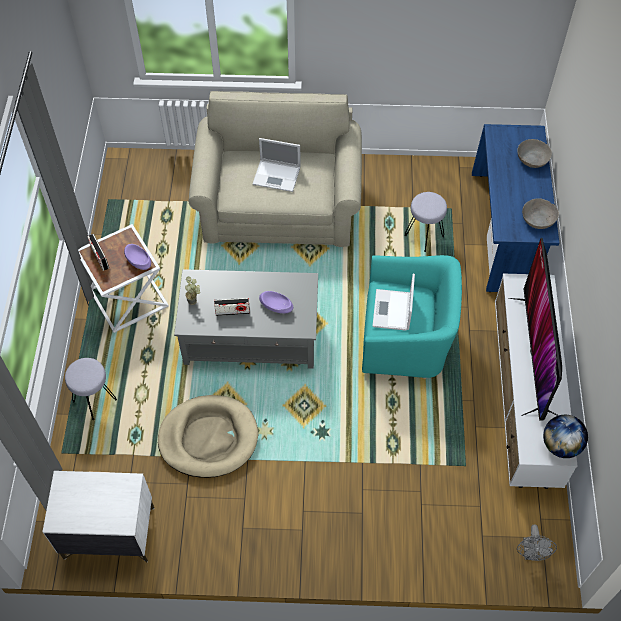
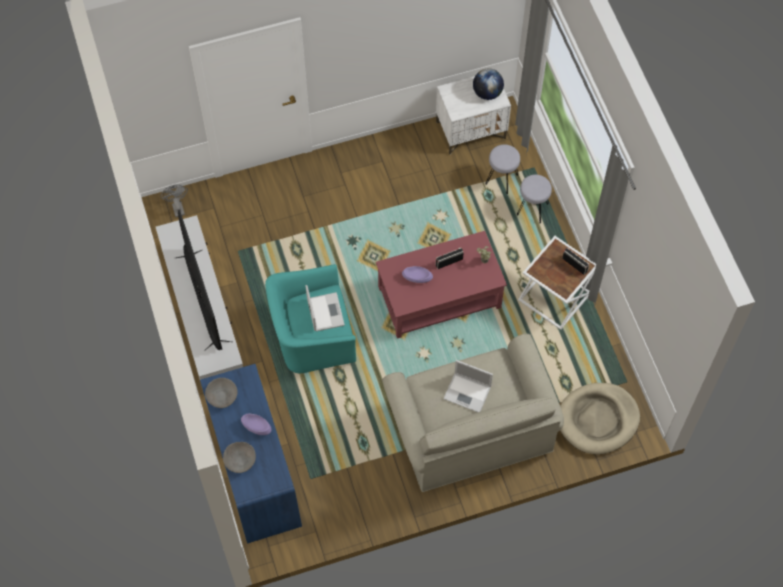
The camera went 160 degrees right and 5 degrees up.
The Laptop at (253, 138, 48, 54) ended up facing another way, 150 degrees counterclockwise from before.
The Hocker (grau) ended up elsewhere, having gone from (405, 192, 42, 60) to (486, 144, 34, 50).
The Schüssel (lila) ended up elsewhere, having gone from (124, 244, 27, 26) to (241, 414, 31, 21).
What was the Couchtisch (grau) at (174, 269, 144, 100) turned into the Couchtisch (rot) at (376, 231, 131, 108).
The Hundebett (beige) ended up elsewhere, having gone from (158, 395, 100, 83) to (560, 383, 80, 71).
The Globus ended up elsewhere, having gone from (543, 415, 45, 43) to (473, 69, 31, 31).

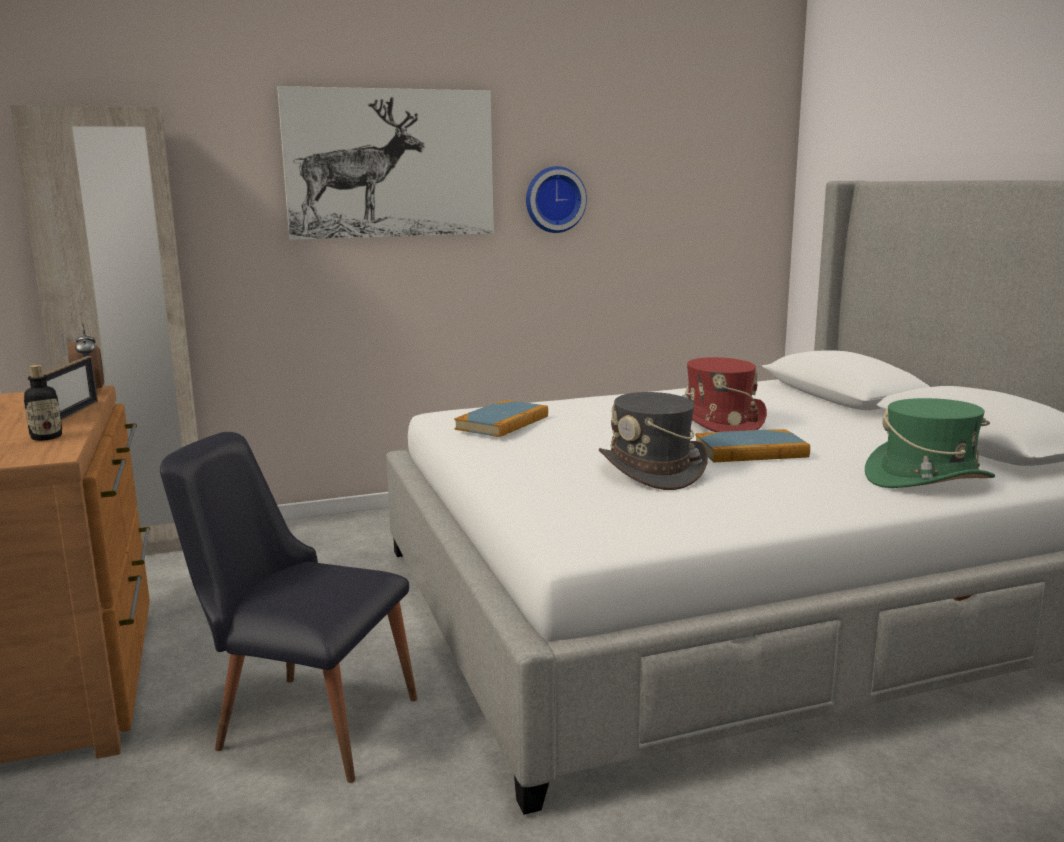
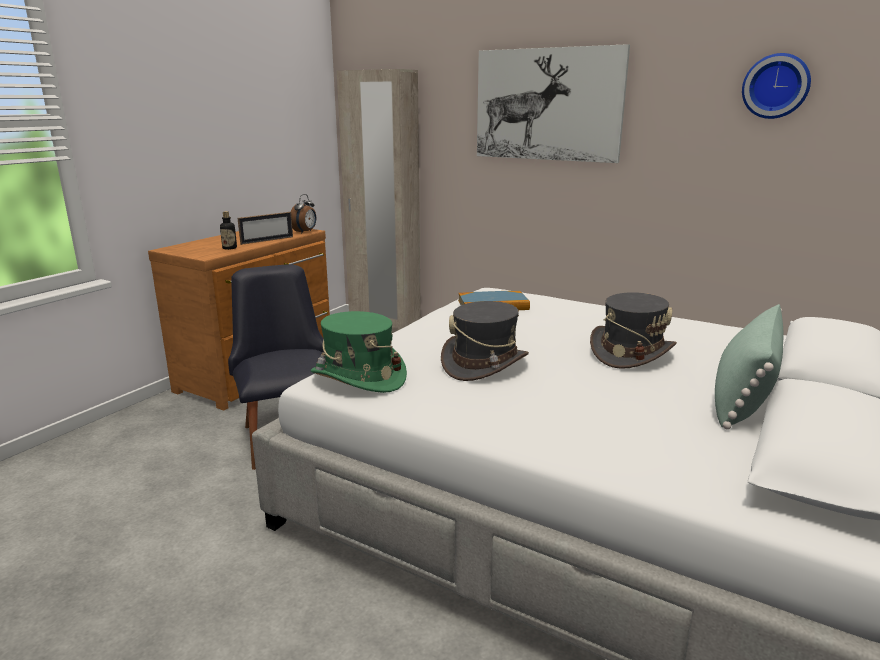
The camera went 50 degrees right and 5 degrees up.
The Wanduhr ended up elsewhere, having gone from (526, 166, 61, 67) to (742, 53, 69, 66).
What was the Hut (rot) at (682, 357, 85, 75) turned into the Hut (grau) at (590, 292, 87, 77).
The Hut (grün) ended up elsewhere, having gone from (865, 398, 130, 90) to (311, 311, 96, 82).
The second view lost the Buch at (695, 429, 115, 34).
The second view gained the Kissen (grün) at (715, 304, 69, 126).

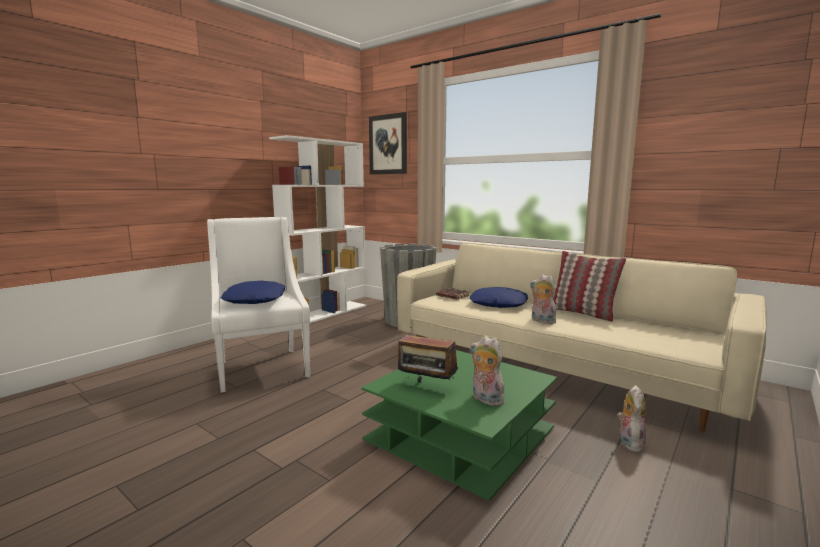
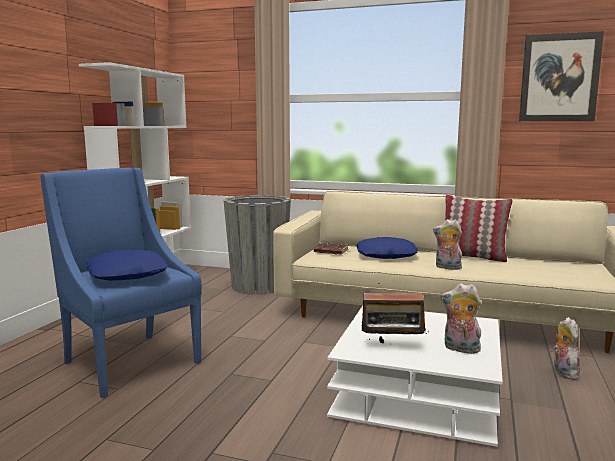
The camera went 20 degrees left and 0 degrees up.
The Bild ended up elsewhere, having gone from (369, 112, 38, 62) to (519, 31, 85, 90).
What was the Sessel (weiß) at (207, 217, 103, 176) turned into the Sessel (blau) at (40, 168, 162, 230).
What was the Couchtisch (grün) at (362, 350, 196, 151) turned into the Couchtisch (weiß) at (327, 306, 176, 141).

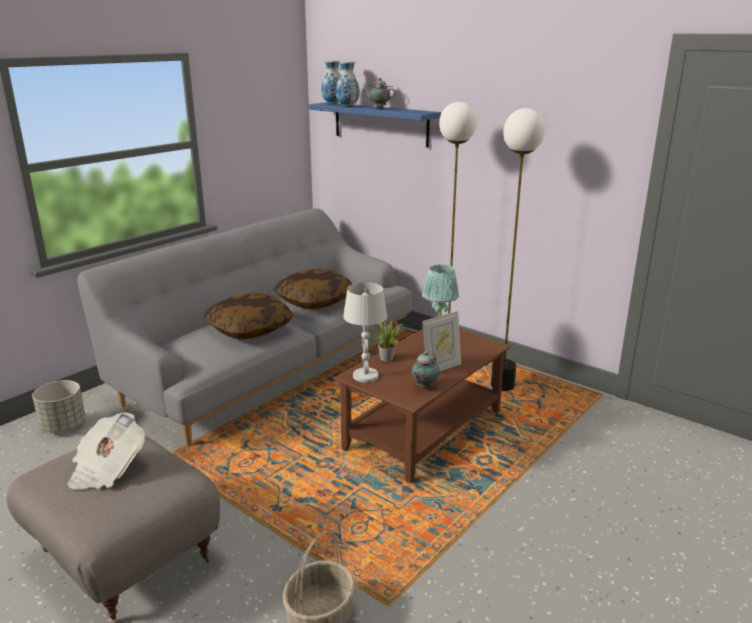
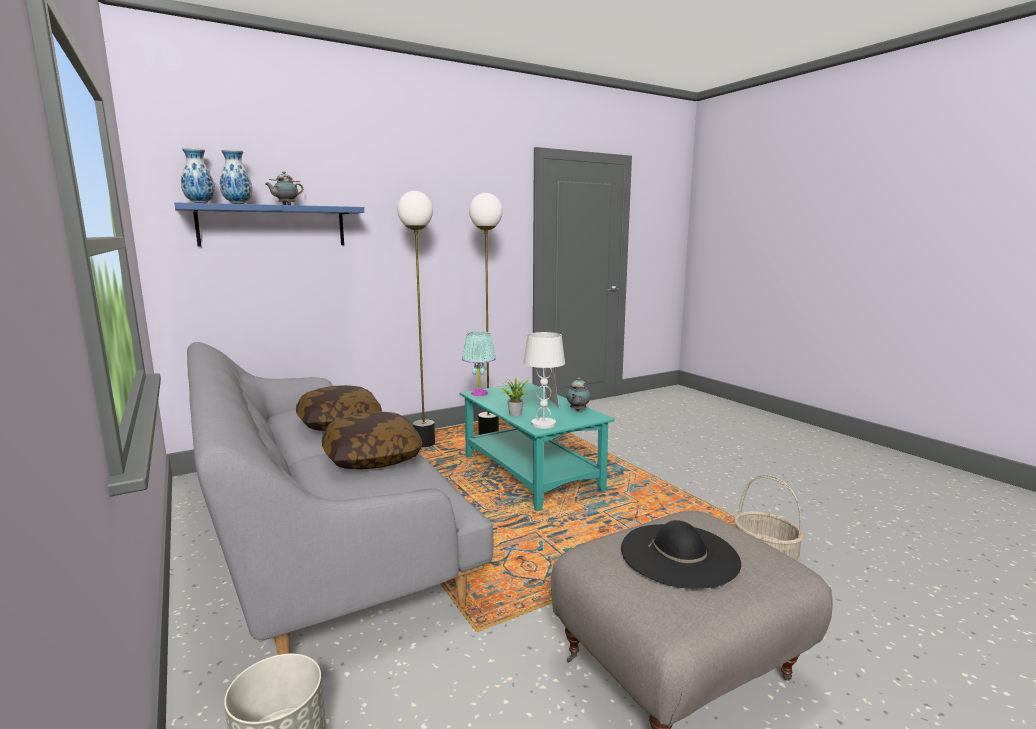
The camera went 70 degrees left and 10 degrees down.
What was the Couchtisch (braun) at (334, 329, 177, 154) turned into the Couchtisch (türkis) at (460, 382, 155, 129).
The Teekanne at (412, 351, 28, 37) ended up facing another way, 60 degrees clockwise from before.
Where the Zeitung stood at (68, 412, 77, 78), the Hut (schwarz) came to stand at (621, 520, 120, 69).

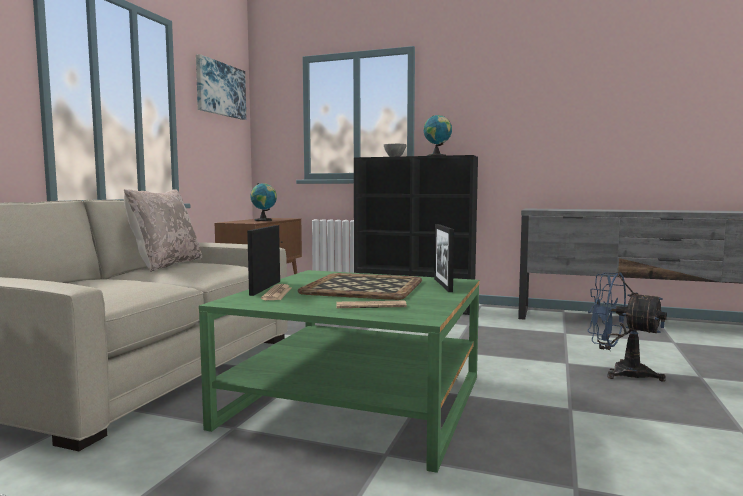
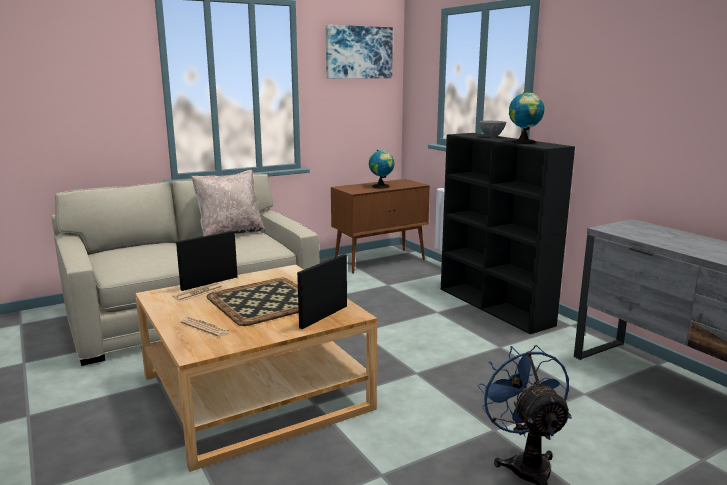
The camera went 40 degrees right and 10 degrees up.
What was the Couchtisch (grün) at (199, 270, 280, 203) turned into the Couchtisch (beige) at (135, 265, 242, 207).

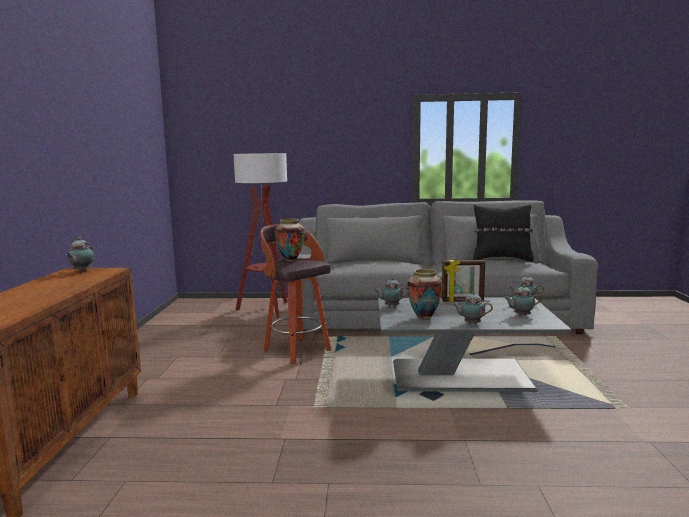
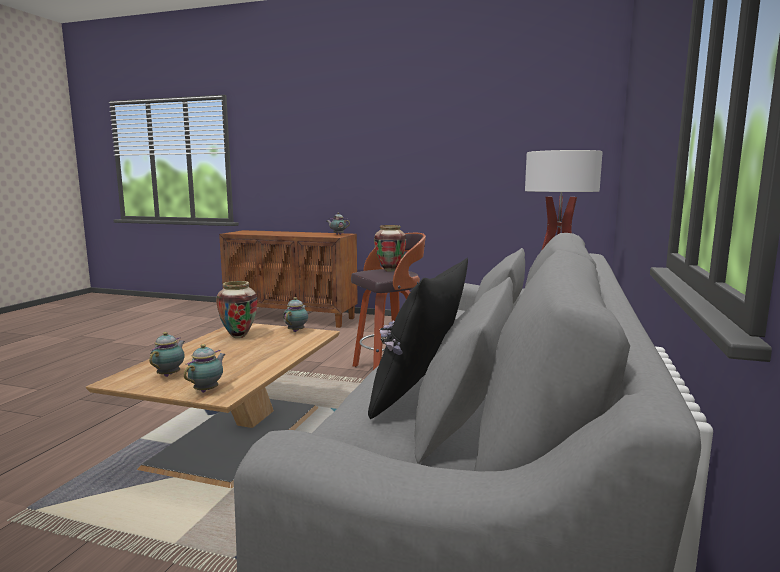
The camera went 105 degrees right and 0 degrees up.
The second view lost the Bilderrahmen at (442, 260, 43, 42).
The second view lost the Teekanne at (452, 292, 41, 32).
What was the Couchtisch (grau) at (378, 297, 193, 95) turned into the Couchtisch (braun) at (86, 323, 254, 165).

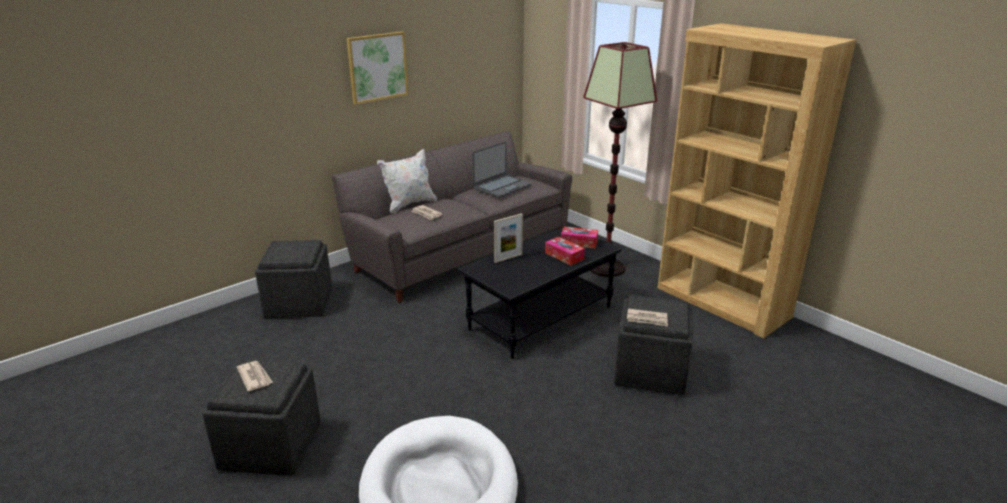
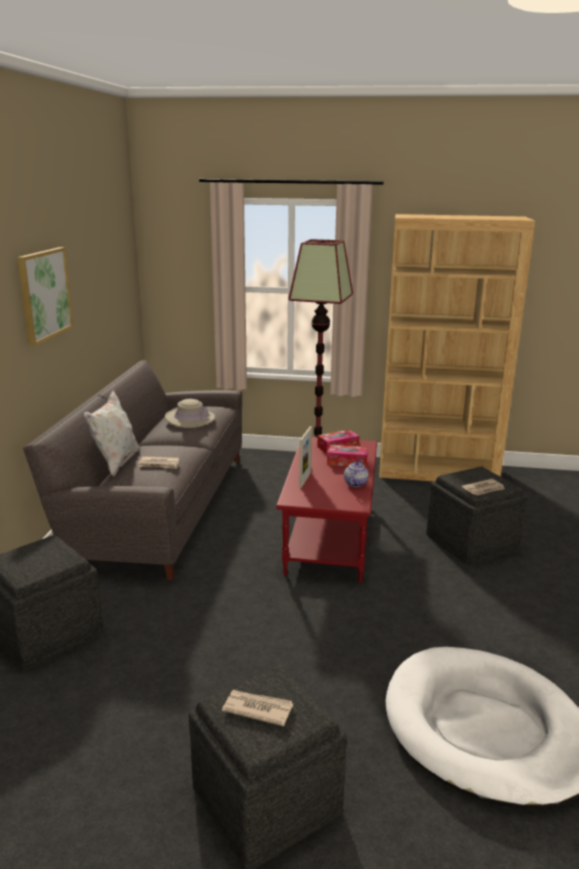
The camera went 40 degrees left and 5 degrees down.
Where the Laptop stood at (472, 142, 59, 56), the Hut (beige) came to stand at (165, 399, 50, 29).
What was the Couchtisch (schwarz) at (458, 226, 164, 133) turned into the Couchtisch (rot) at (276, 437, 101, 146).
The second view gained the Teekanne at (344, 460, 25, 27).

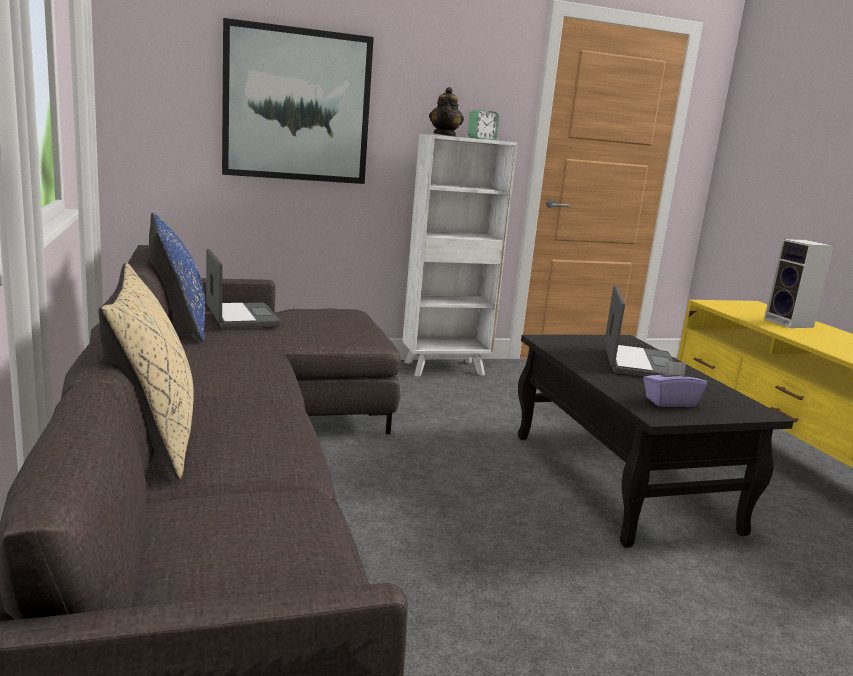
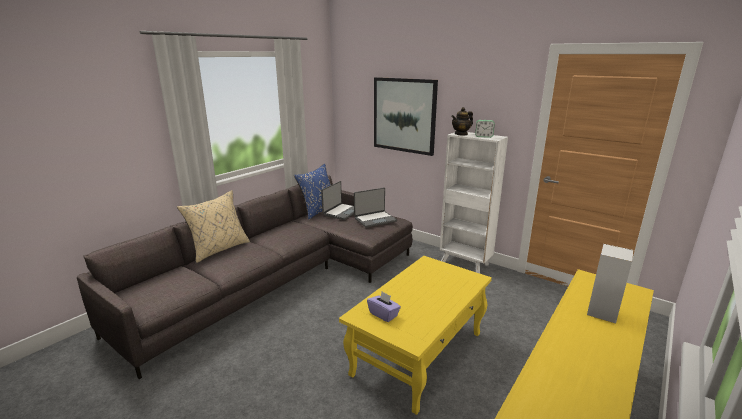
The camera went 55 degrees right and 5 degrees up.
The Laptop ended up elsewhere, having gone from (604, 286, 70, 91) to (354, 188, 43, 40).
What was the Couchtisch (schwarz) at (518, 335, 276, 213) turned into the Couchtisch (gelb) at (339, 256, 153, 159).

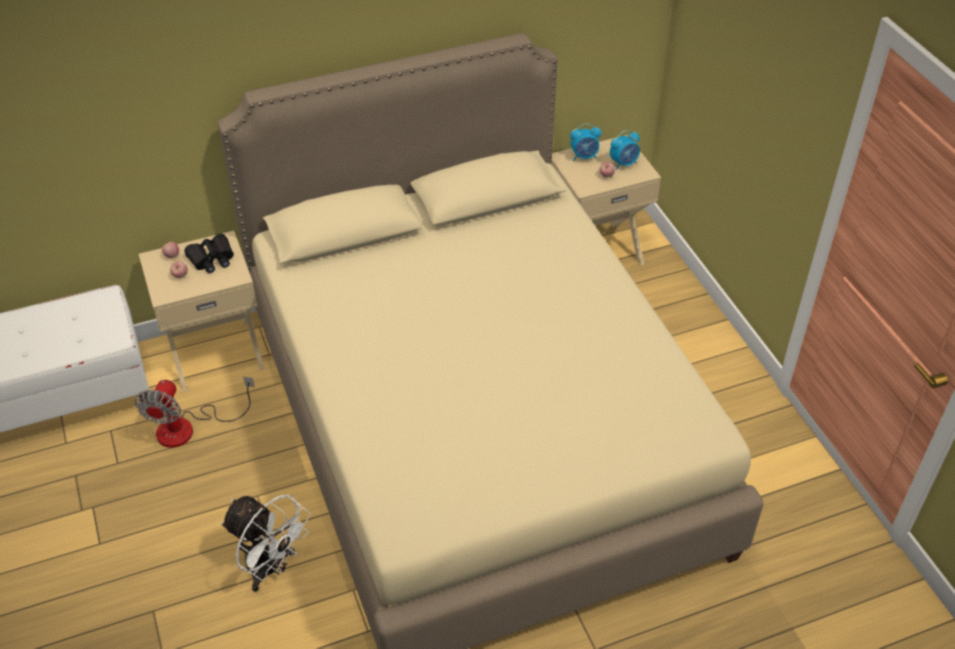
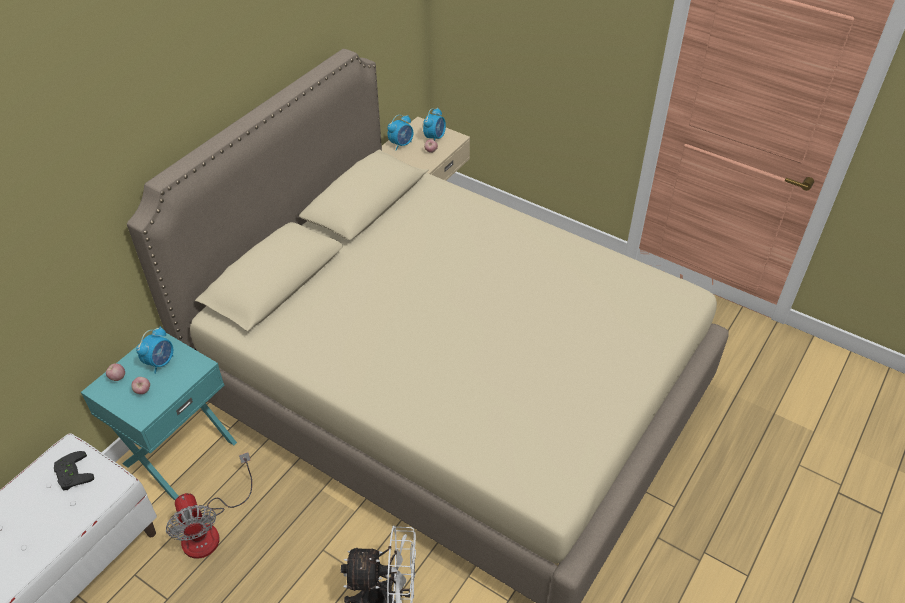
The camera went 35 degrees left and 0 degrees up.
What was the Nachttisch (beige) at (139, 231, 125, 161) turned into the Nachttisch (türkis) at (81, 333, 156, 167).
Where the Fernglas (schwarz) stood at (184, 234, 50, 39), the Wecker came to stand at (136, 327, 38, 47).
The second view gained the Gamepad (schwarz) at (54, 451, 40, 39).

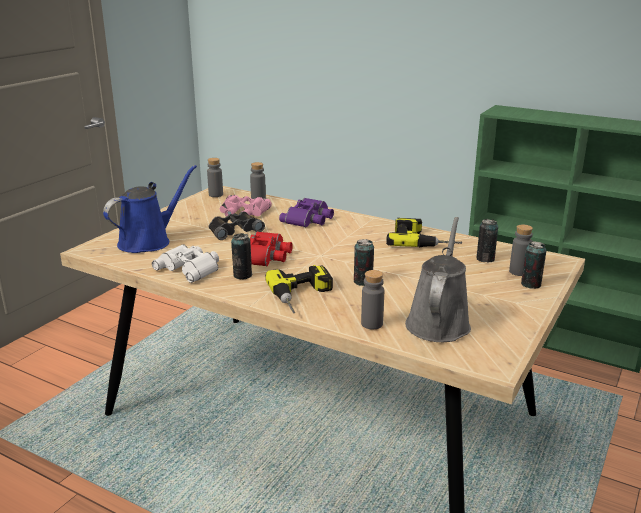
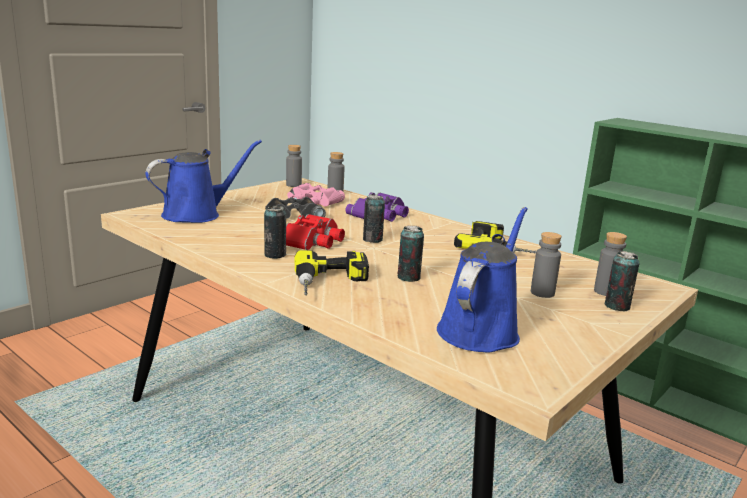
The camera went 10 degrees right and 5 degrees down.
What was the Gießkanne (grau) at (405, 217, 66, 125) turned into the Gießkanne (blau) at (437, 207, 91, 145).
The Dose ended up elsewhere, having gone from (476, 219, 22, 44) to (363, 194, 22, 49).
The second view lost the Fernglas (weiß) at (152, 244, 67, 39).
The Flasche (grau) ended up elsewhere, having gone from (361, 270, 23, 59) to (531, 232, 31, 66).

